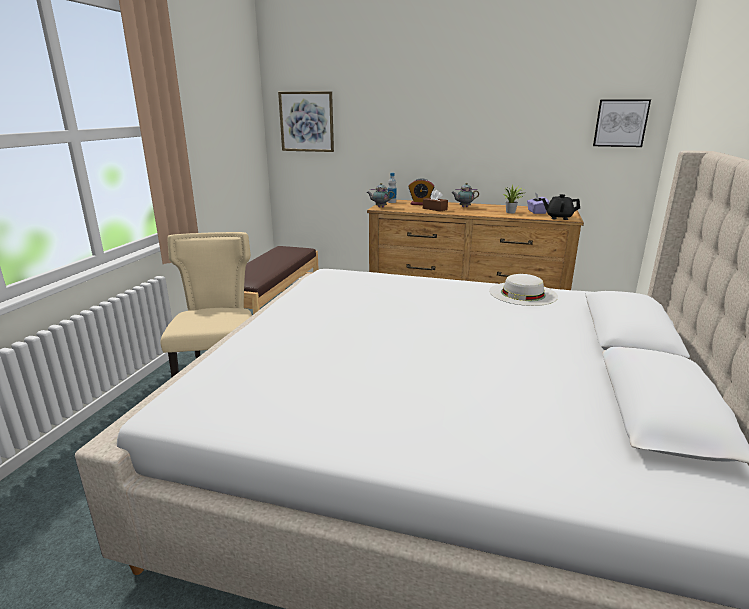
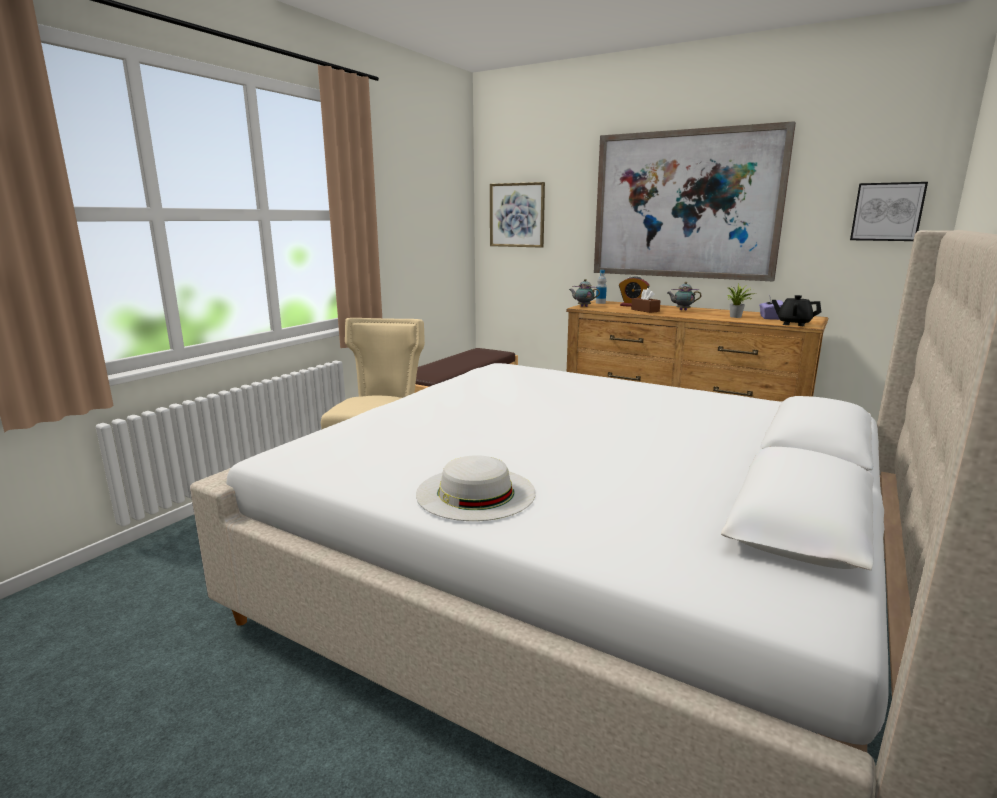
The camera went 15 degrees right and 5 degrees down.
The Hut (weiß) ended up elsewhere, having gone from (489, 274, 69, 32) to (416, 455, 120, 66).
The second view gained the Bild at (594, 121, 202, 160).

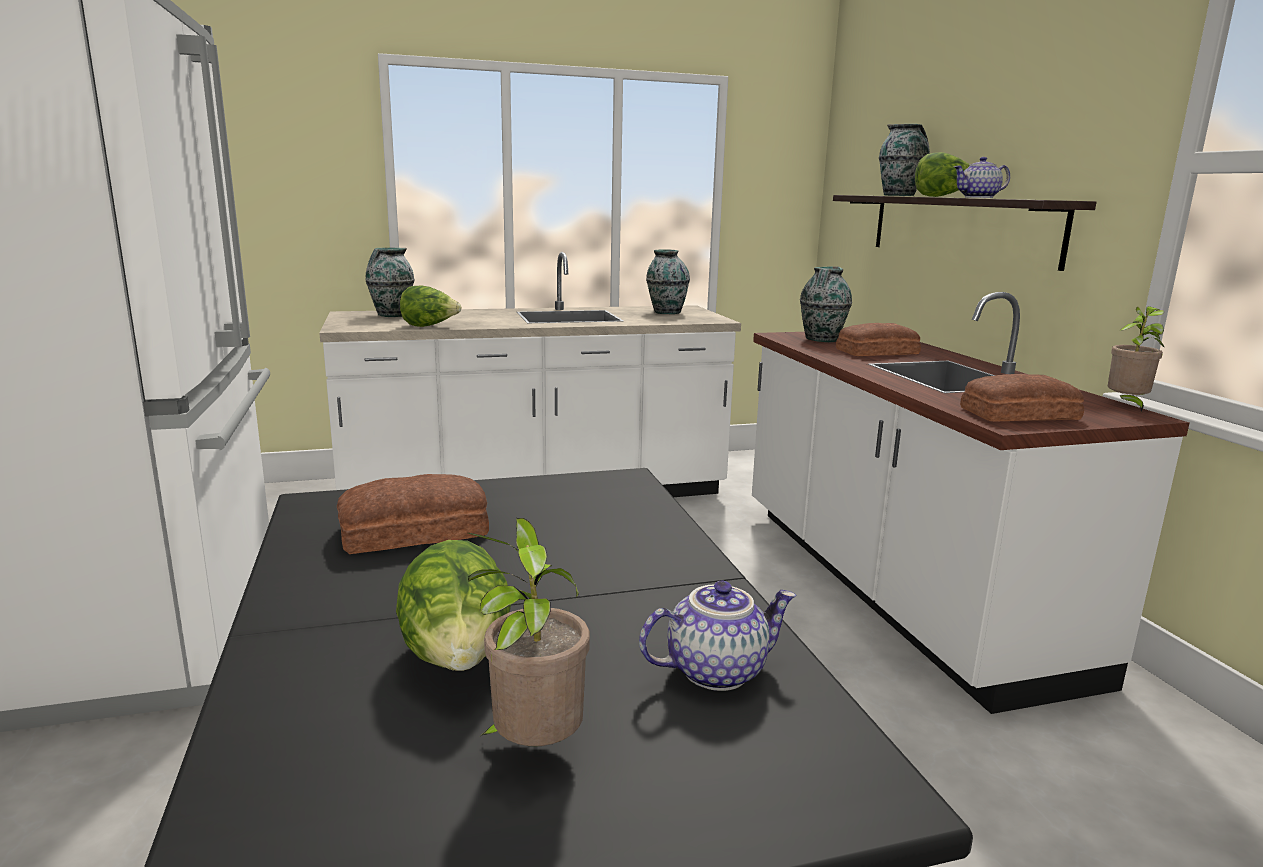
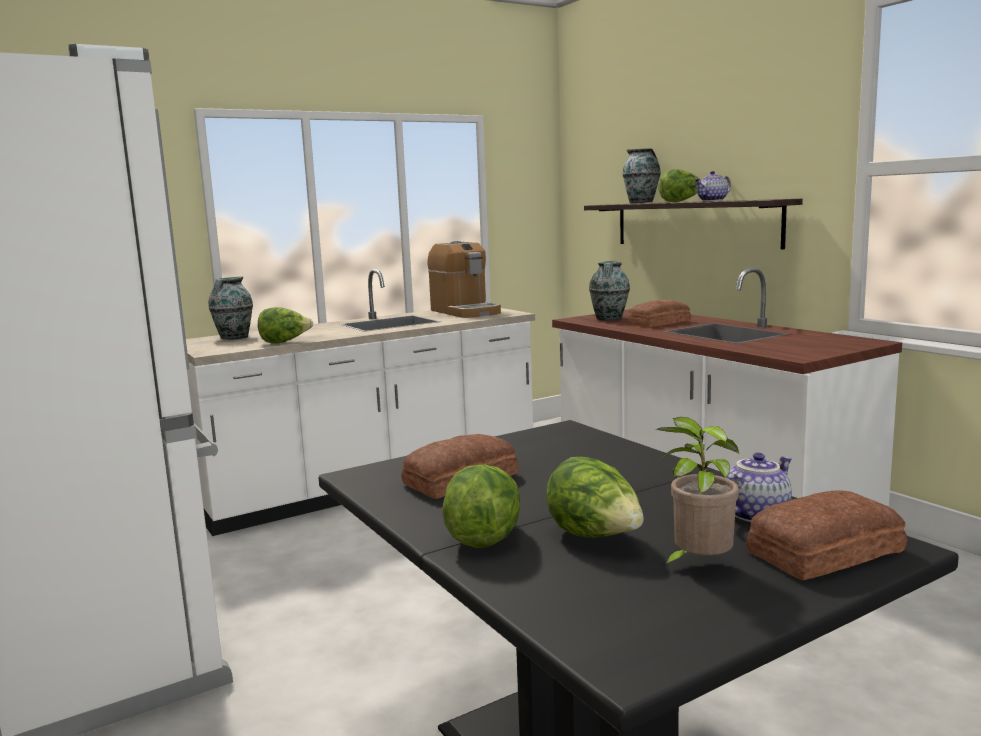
The camera went 15 degrees left and 5 degrees down.
Where the Vase stood at (646, 250, 44, 64), the Kaffeemaschine came to stand at (427, 241, 74, 77).
The second view lost the Topfpflanze at (1108, 306, 57, 106).
The Brot ended up elsewhere, having gone from (960, 374, 124, 47) to (746, 490, 161, 90).
The second view gained the Salatkopf at (442, 464, 78, 84).

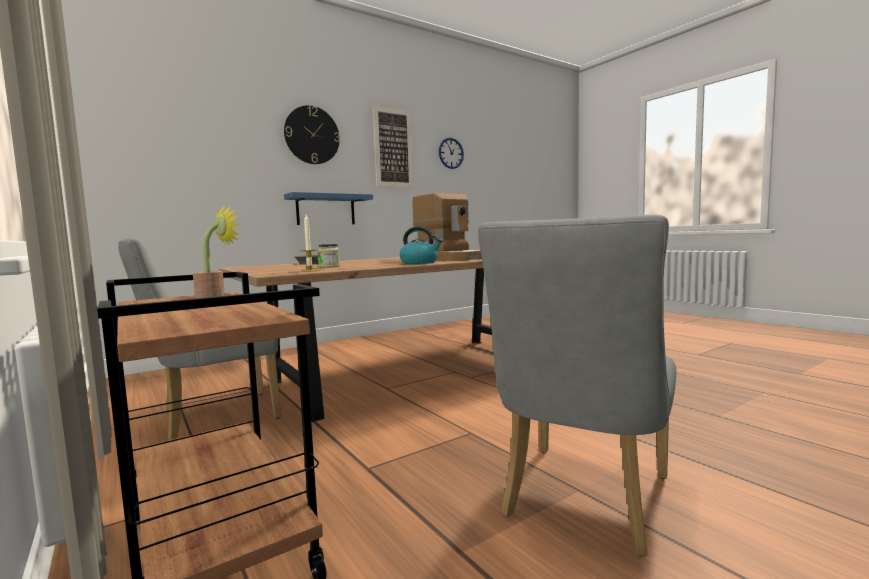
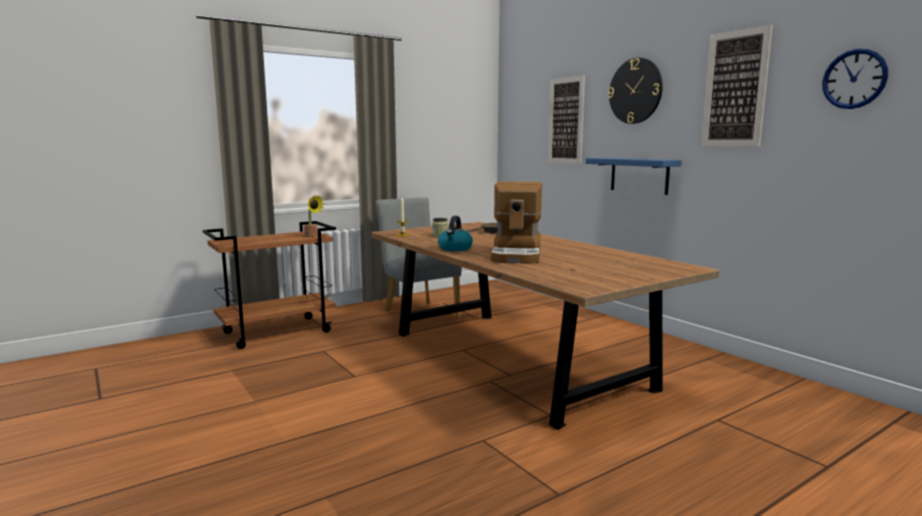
The camera went 90 degrees right and 5 degrees up.
The Kaffeemaschine at (413, 193, 69, 68) ended up facing another way, 45 degrees counterclockwise from before.
The second view lost the Stuhl (grau) at (478, 215, 198, 342).
The second view gained the Bild at (548, 75, 37, 89).

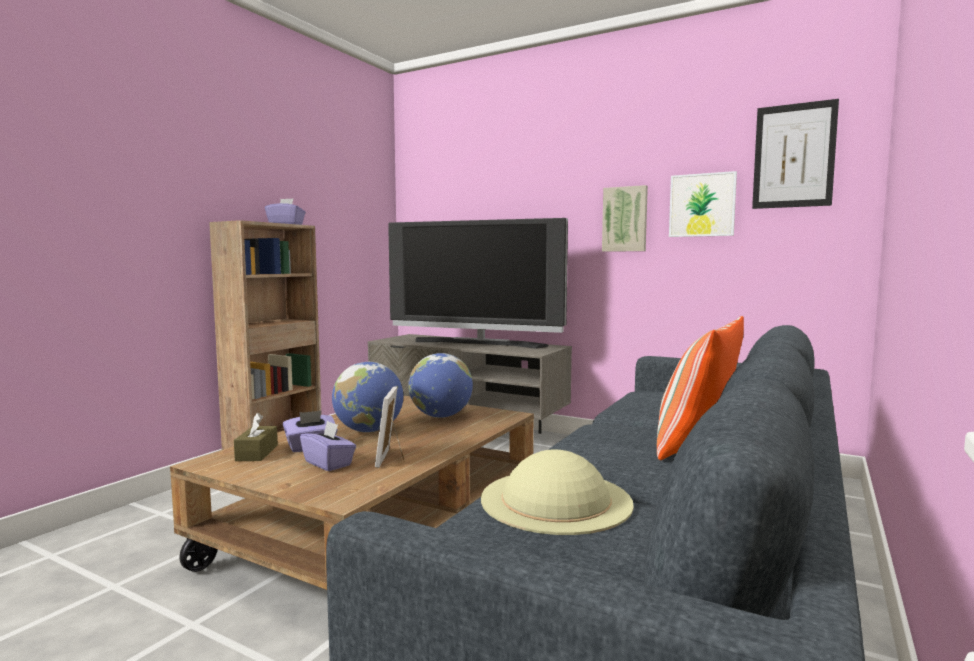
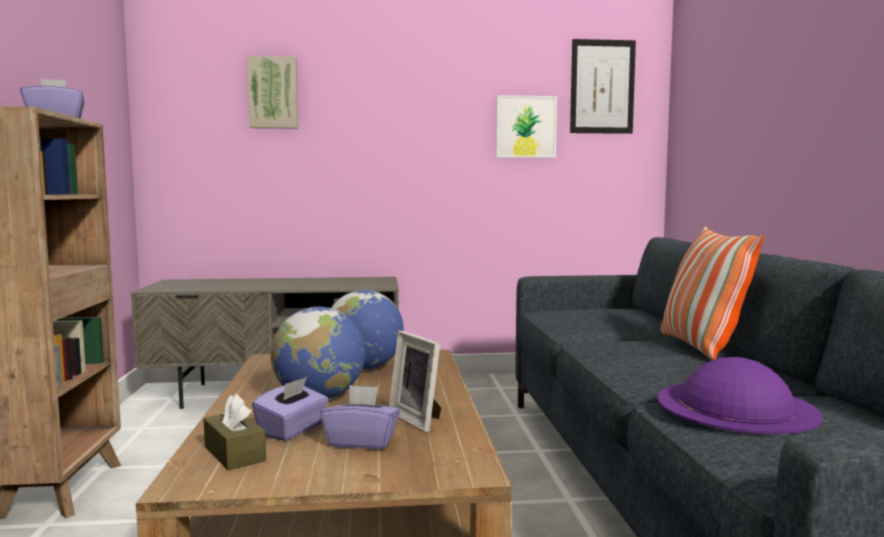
The camera went 35 degrees left and 0 degrees up.
The Bild ended up elsewhere, having gone from (602, 185, 46, 67) to (247, 55, 51, 74).
The second view lost the Fernseher at (388, 218, 180, 131).
What was the Hut (beige) at (481, 450, 153, 85) turned into the Hut (lila) at (658, 357, 165, 77).

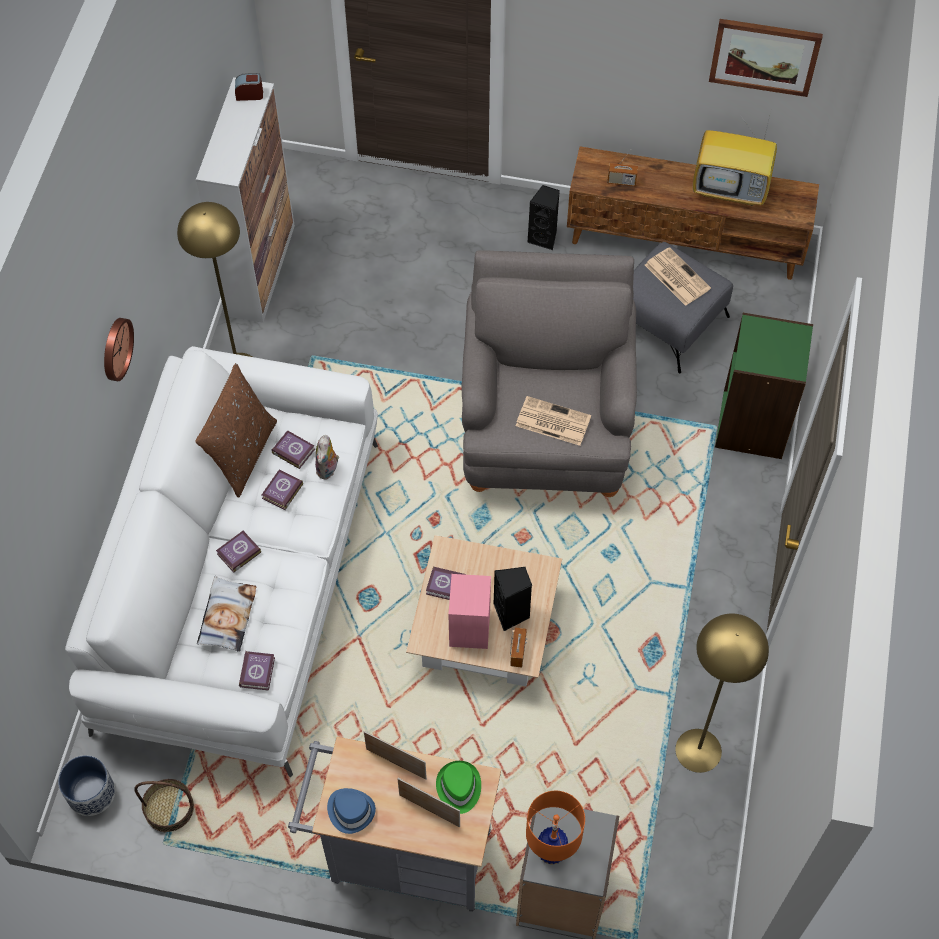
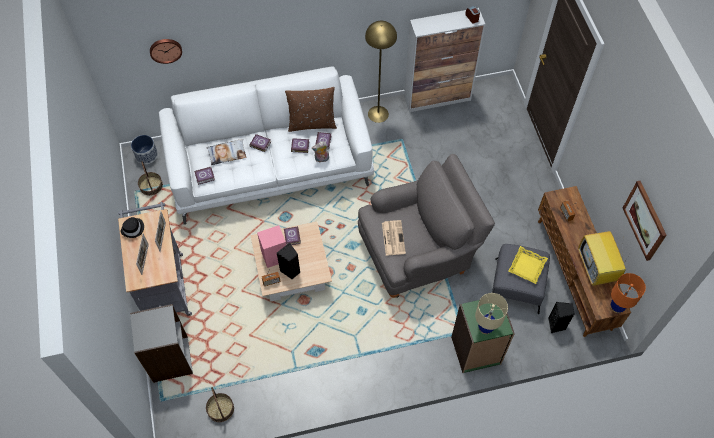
The camera went 65 degrees right and 0 degrees up.
The Lautsprecher (schwarz) ended up elsewhere, having gone from (527, 185, 33, 65) to (548, 302, 27, 31).
Where the Zeitung stood at (645, 247, 66, 59), the Tablett (gelb) came to stand at (508, 246, 40, 38).
The Wanduhr ended up elsewhere, having gone from (104, 318, 30, 63) to (150, 39, 32, 25).
The second view lost the Stehlampe (gelb) at (675, 614, 94, 159).
The second view lost the Hut (grün) at (436, 761, 45, 53).
What was the Hut (blau) at (327, 788, 49, 46) turned into the Hut (schwarz) at (121, 217, 23, 21).
The Tischlampe (orange) ended up elsewhere, having gone from (526, 791, 59, 73) to (611, 273, 35, 40).
The second view gained the Tischlampe (beige) at (475, 293, 33, 41).
The second view gained the Korb at (206, 387, 28, 35).

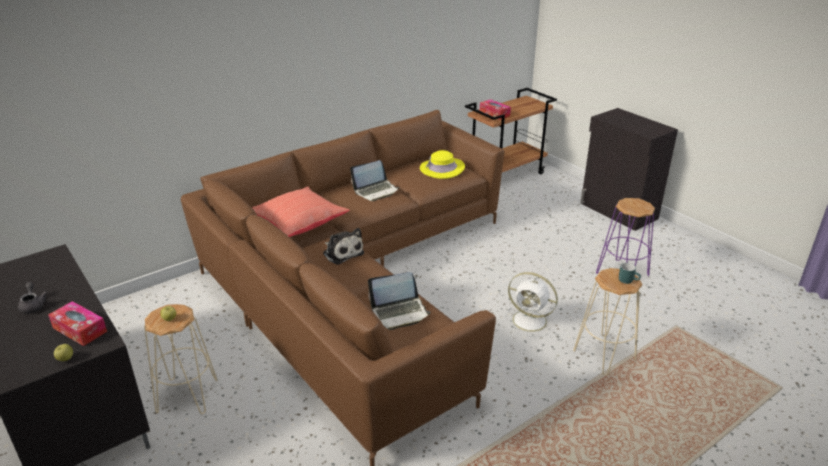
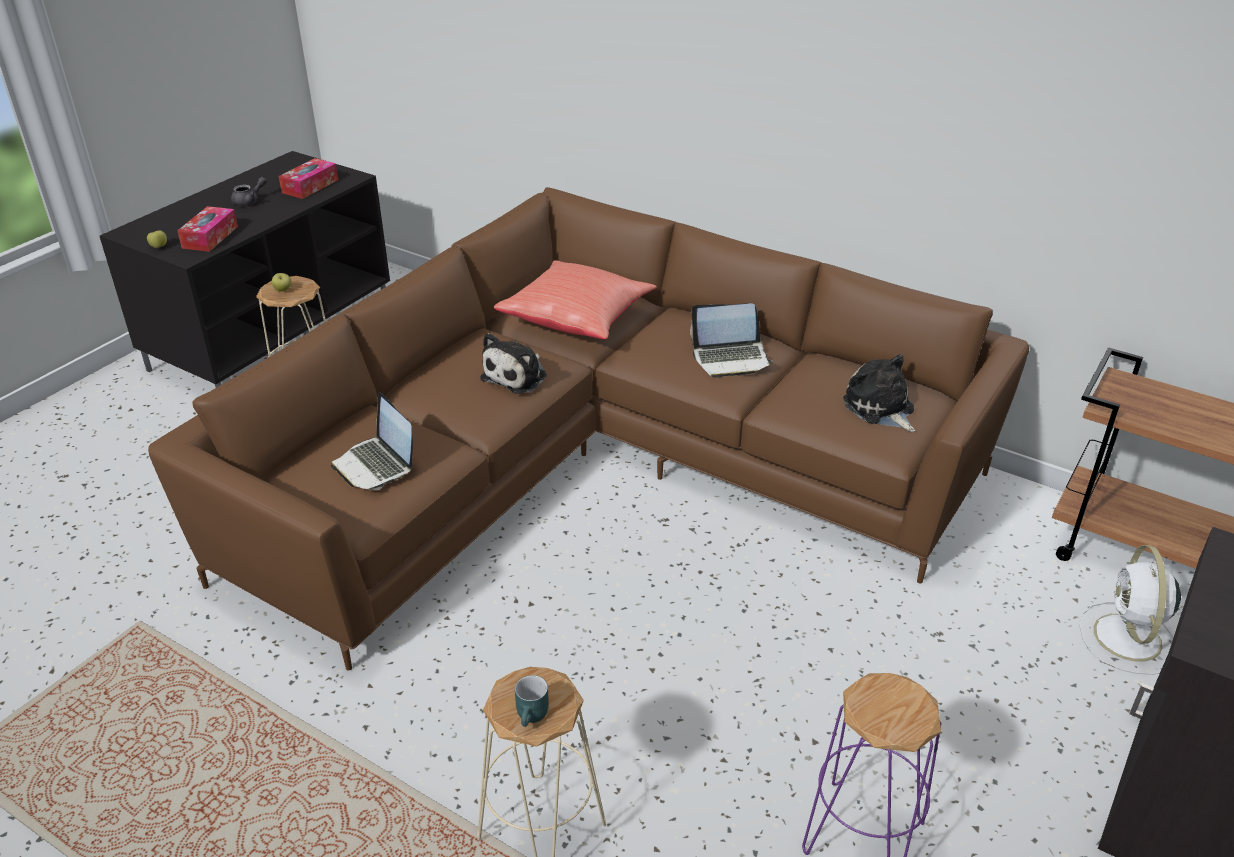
The camera went 70 degrees right and 5 degrees up.
The Taschentuchbox ended up elsewhere, having gone from (480, 99, 31, 21) to (279, 158, 59, 41).
Where the Hut (gelb) stood at (420, 150, 45, 29), the Plüschtier came to stand at (843, 354, 72, 78).
The Laptop at (350, 160, 49, 41) ended up facing another way, 45 degrees counterclockwise from before.
The Ventilator (weiß) ended up elsewhere, having gone from (505, 272, 53, 65) to (1079, 545, 102, 130).

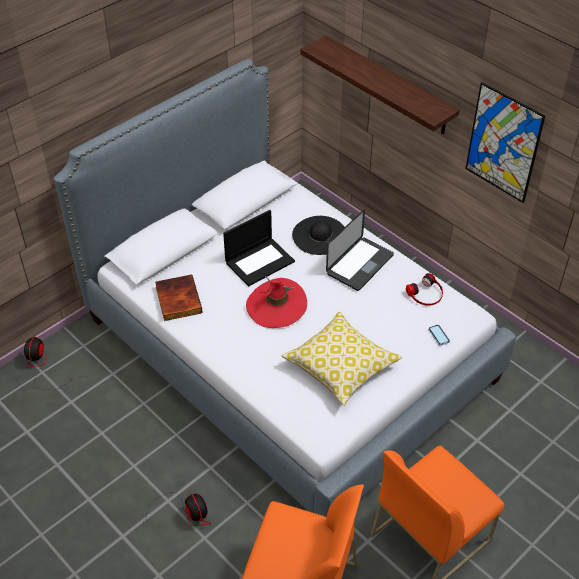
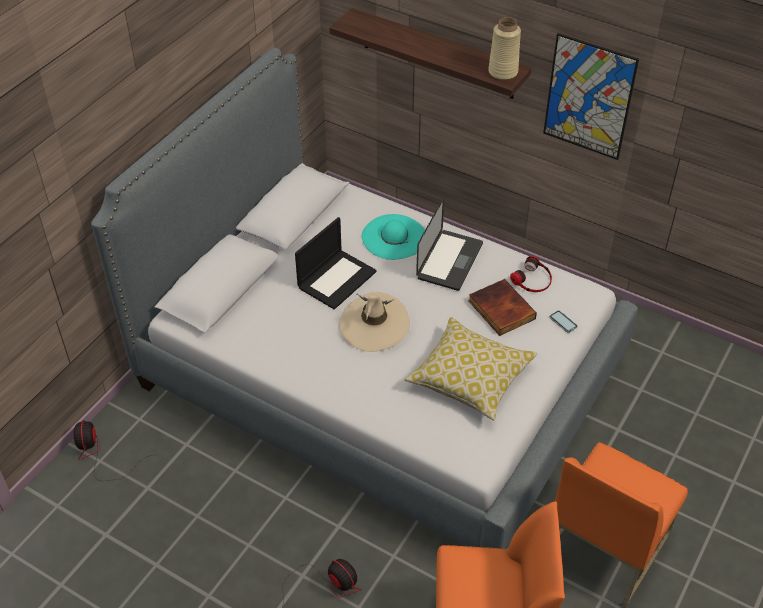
The camera went 15 degrees left and 0 degrees up.
What was the Hut (schwarz) at (292, 216, 53, 39) turned into the Hut (türkis) at (362, 214, 63, 46).
The Buch ended up elsewhere, having gone from (155, 275, 47, 46) to (468, 279, 69, 57).
What was the Hut (rot) at (246, 276, 61, 52) turned into the Hut (beige) at (339, 292, 71, 60).
The second view gained the Vase (beige) at (488, 17, 33, 63).

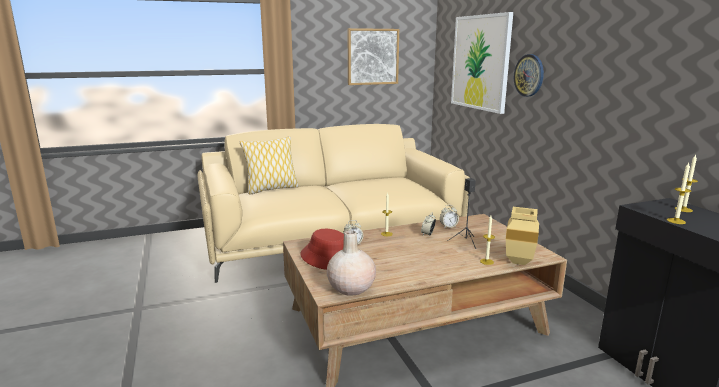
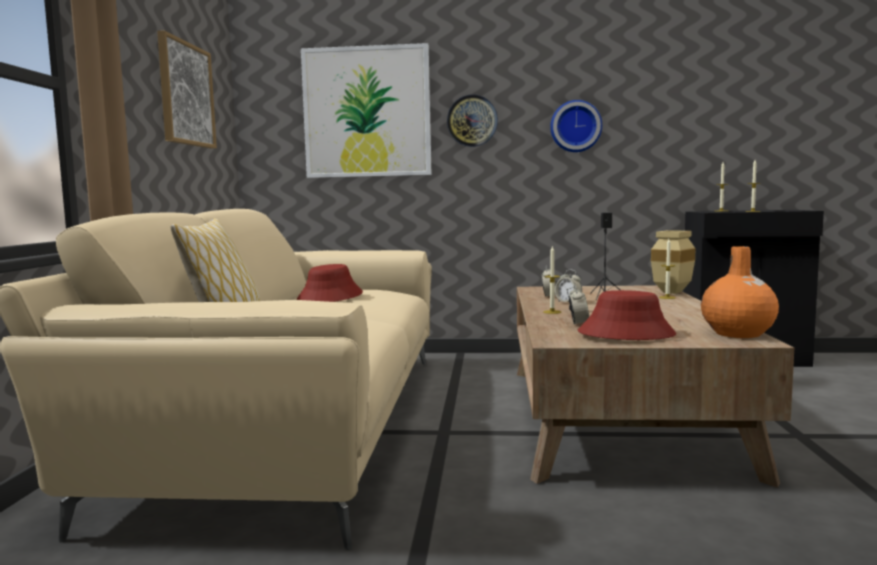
The camera went 65 degrees left and 10 degrees down.
What was the Vase (beige) at (327, 230, 49, 65) turned into the Vase (orange) at (701, 246, 78, 92).
The second view gained the Wanduhr at (550, 100, 52, 52).
The second view gained the Hut (rot) at (297, 264, 66, 38).

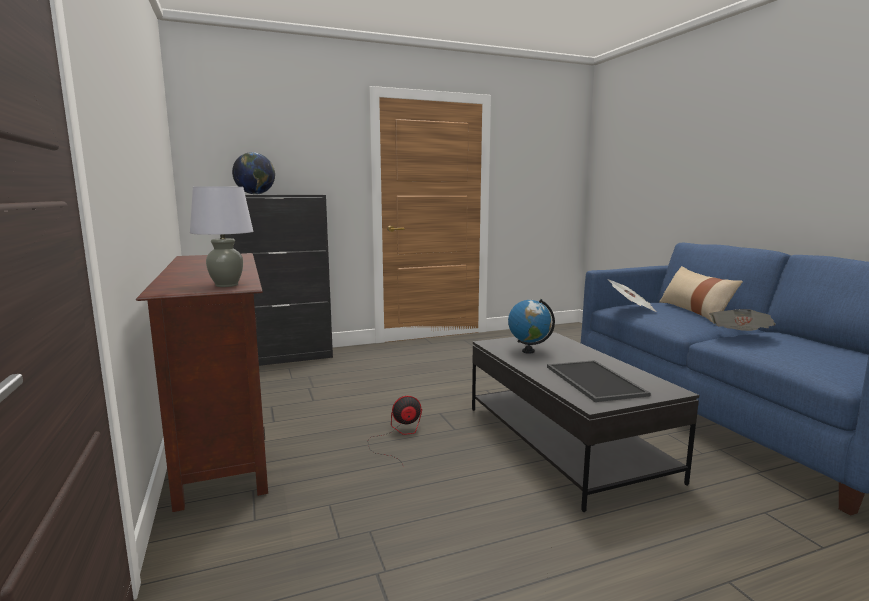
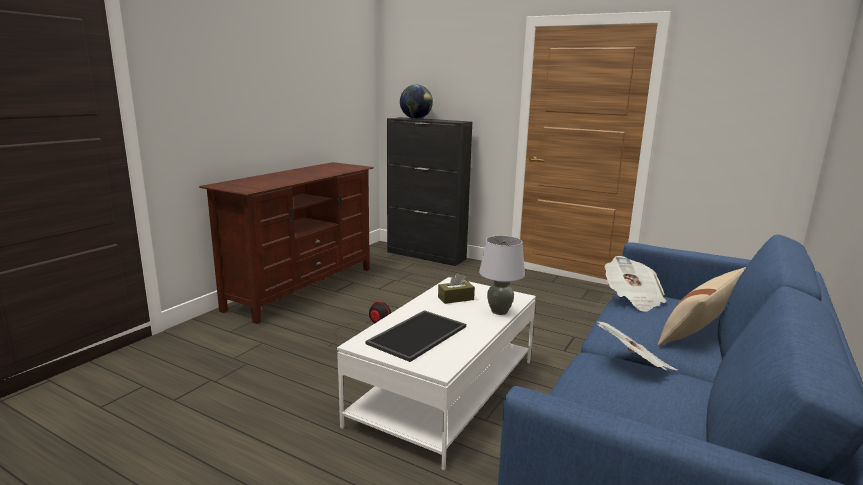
The camera went 50 degrees right and 5 degrees up.
The Tischlampe (grau) ended up elsewhere, having gone from (190, 186, 63, 101) to (479, 235, 46, 80).
Where the Globus stood at (508, 299, 47, 55), the Taschentuchbox (braun) came to stand at (438, 273, 37, 31).
What was the Couchtisch (schwarz) at (472, 332, 227, 180) turned into the Couchtisch (weiß) at (337, 277, 199, 193).

